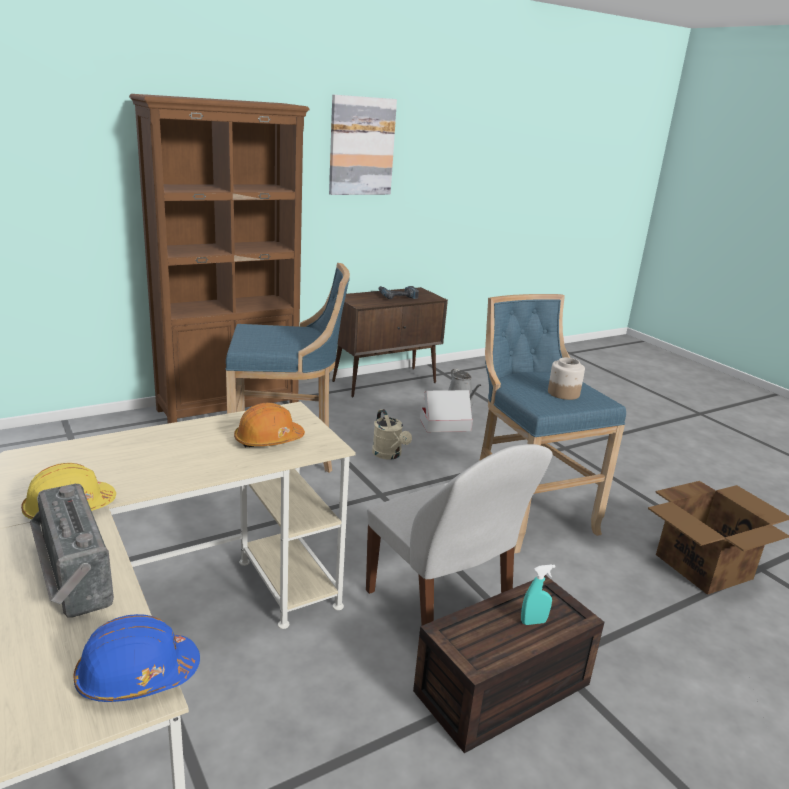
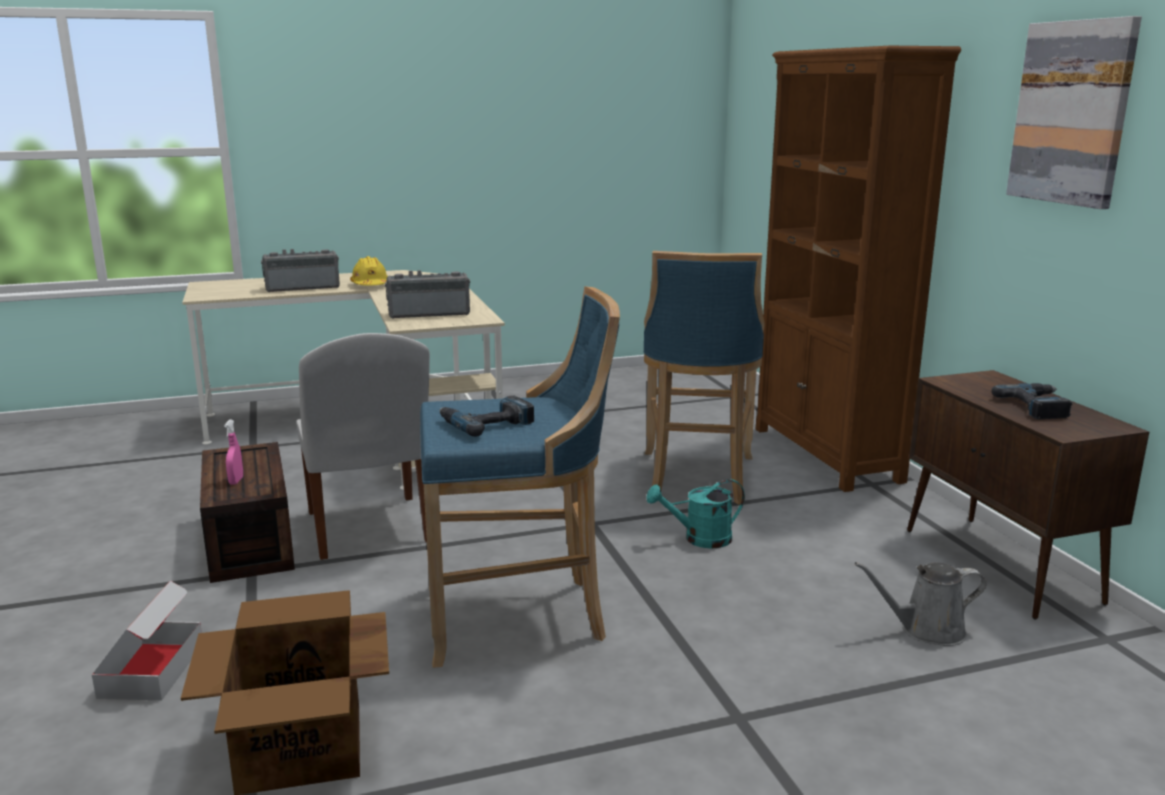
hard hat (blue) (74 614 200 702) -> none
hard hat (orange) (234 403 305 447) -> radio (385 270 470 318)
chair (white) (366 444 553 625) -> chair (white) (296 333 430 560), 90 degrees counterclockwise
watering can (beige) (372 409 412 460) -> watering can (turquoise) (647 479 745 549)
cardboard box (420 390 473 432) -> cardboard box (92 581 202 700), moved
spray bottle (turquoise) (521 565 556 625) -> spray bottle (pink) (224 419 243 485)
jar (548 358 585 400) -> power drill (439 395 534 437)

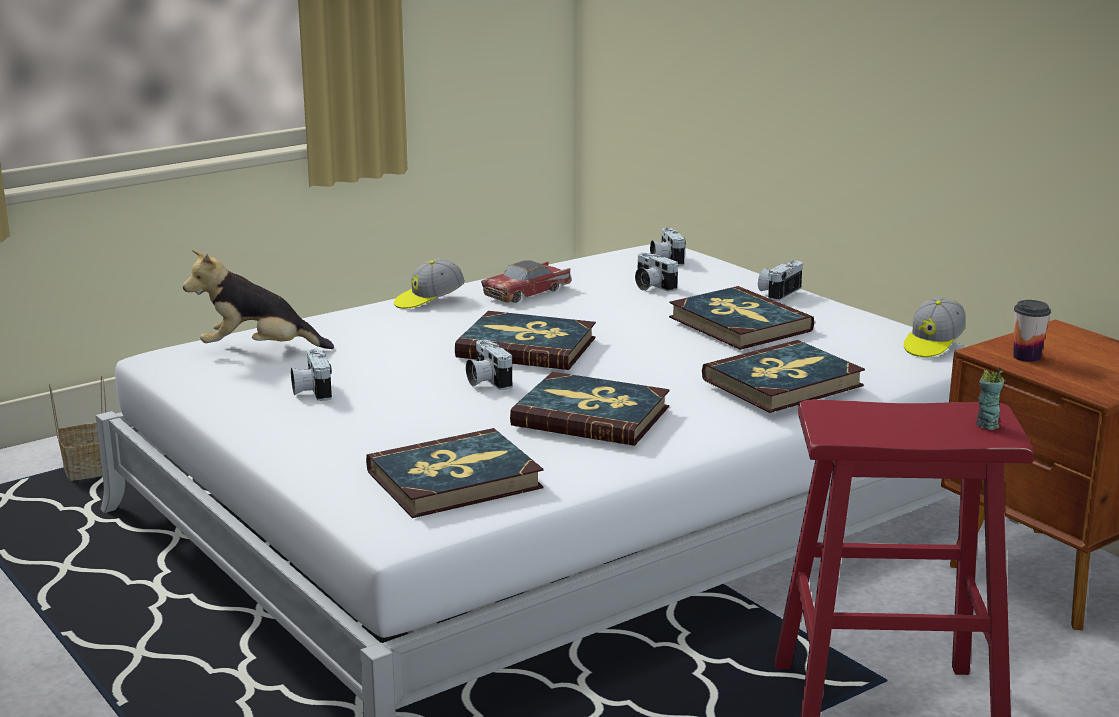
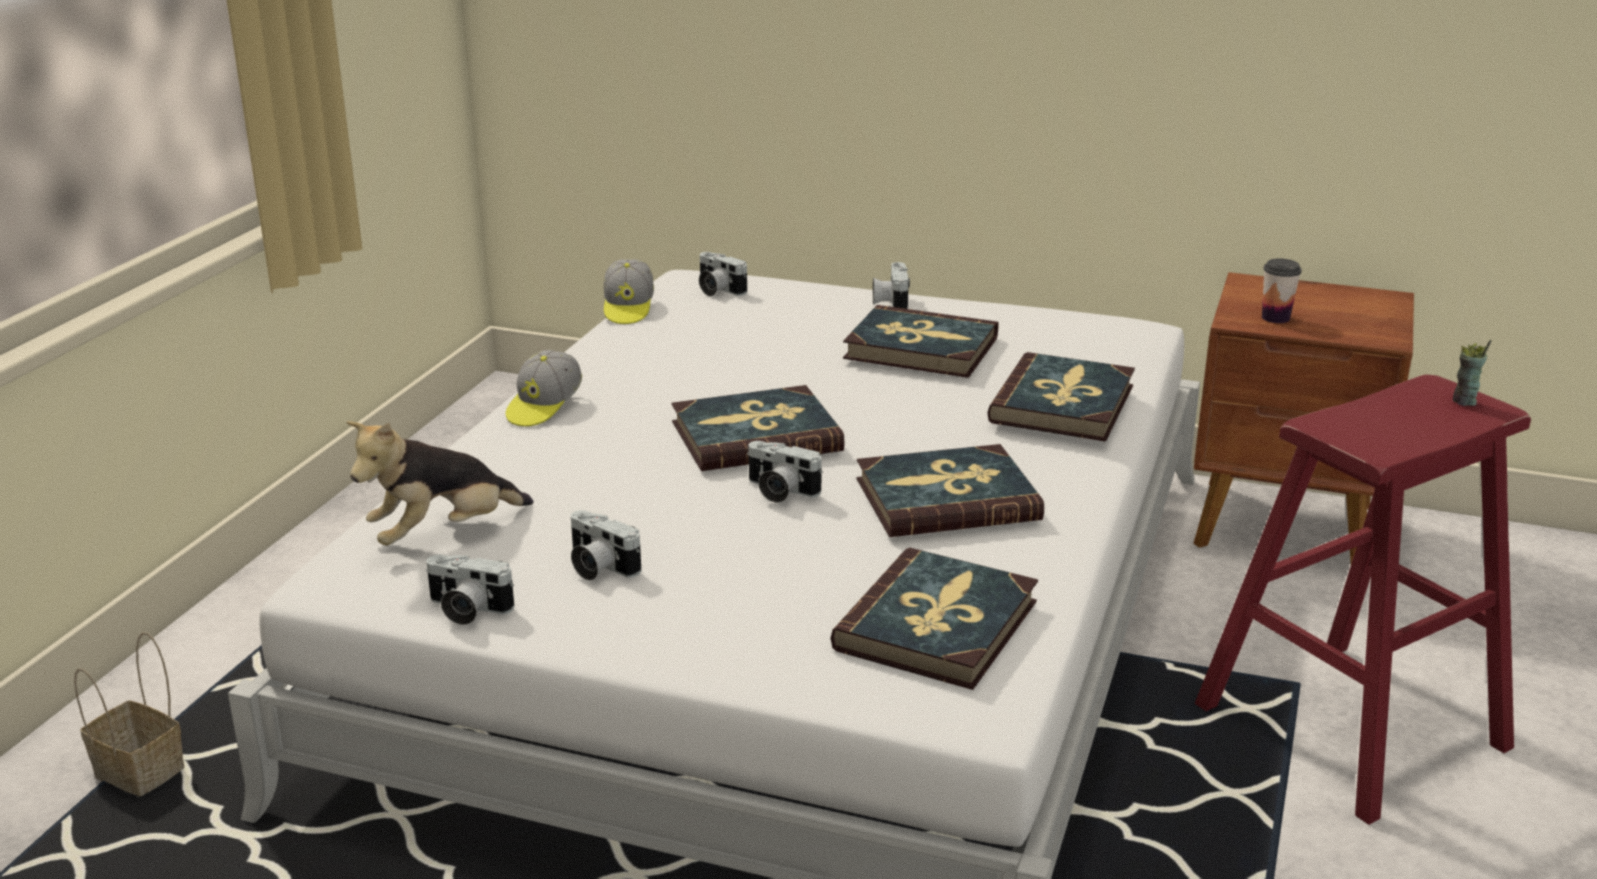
toy car (481 260 572 303) -> none
photo camera (635 253 678 292) -> photo camera (426 555 514 625), moved
cap (904 297 965 357) -> cap (604 259 654 324), moved

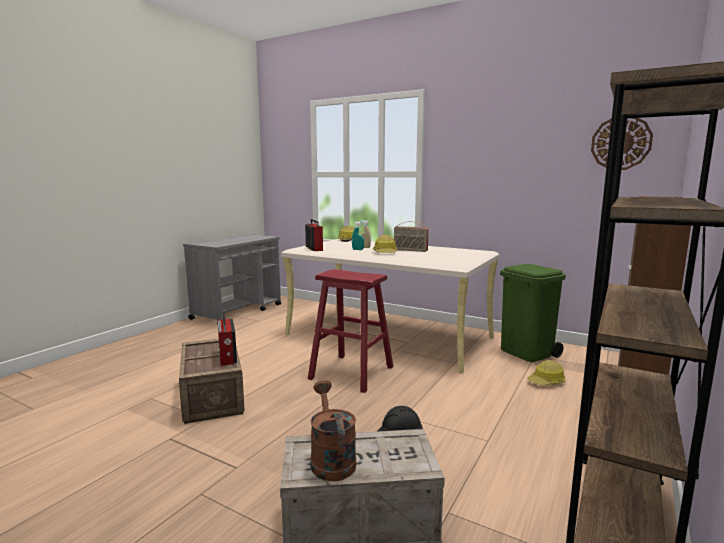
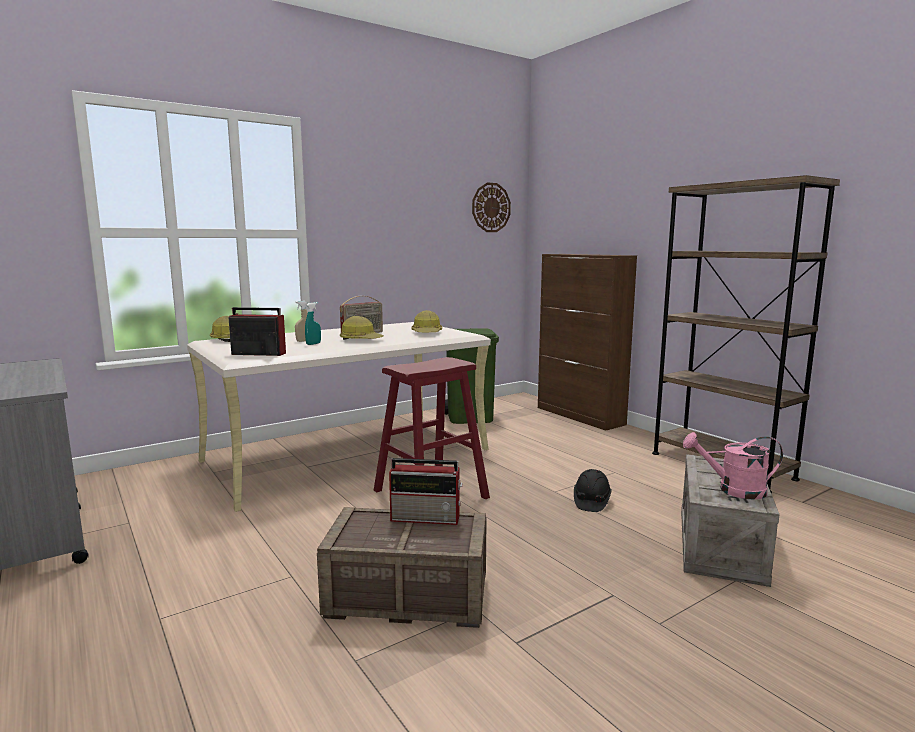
watering can (brown) (310 380 356 481) -> watering can (pink) (683 432 783 500)
hard hat (528 360 566 386) -> hard hat (411 310 442 332), moved

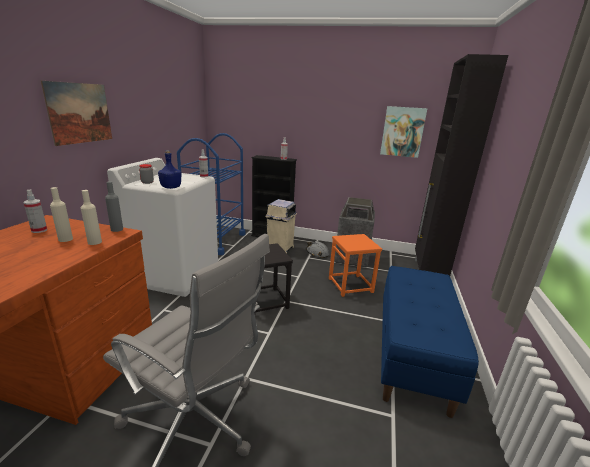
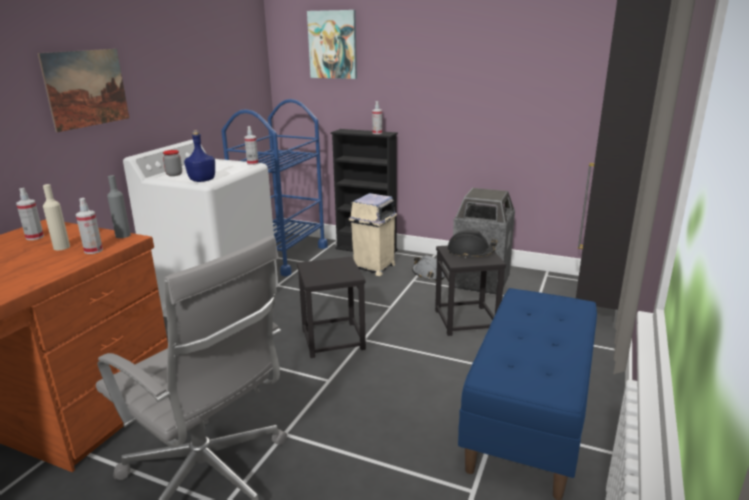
bottle (beige) (81 190 102 245) -> spray bottle (76 198 103 254)
stool (orange) (329 234 382 297) -> stool (black) (435 245 506 336)
picture (380 106 427 158) -> picture (307 10 357 79), moved
none -> hard hat (black) (447 230 497 258)

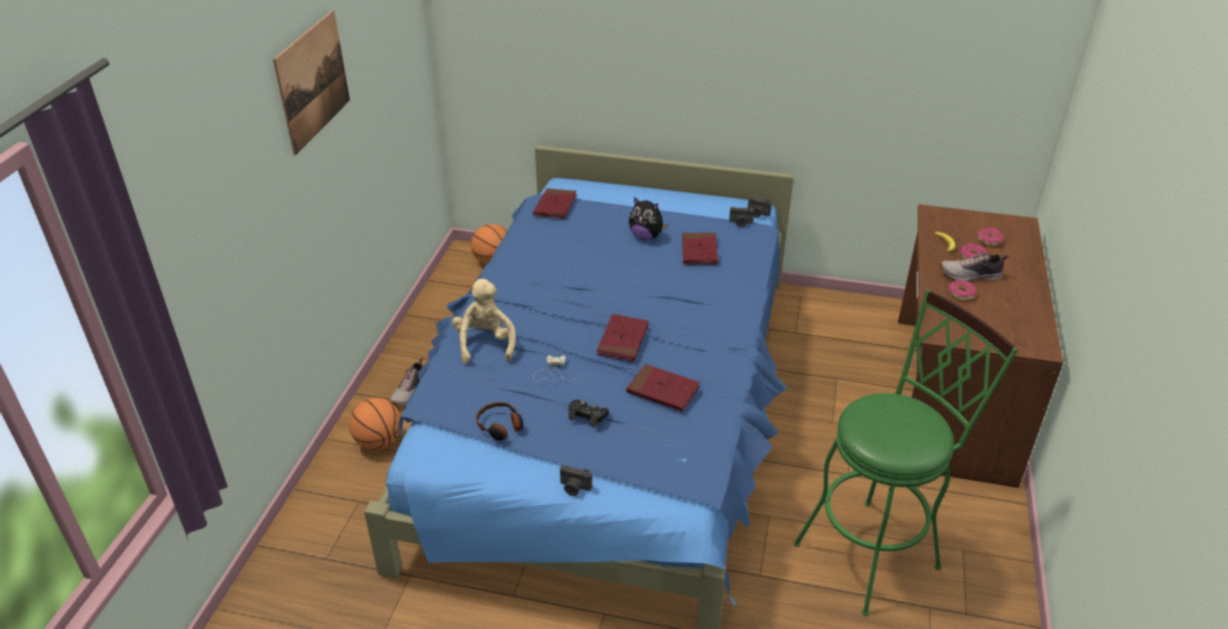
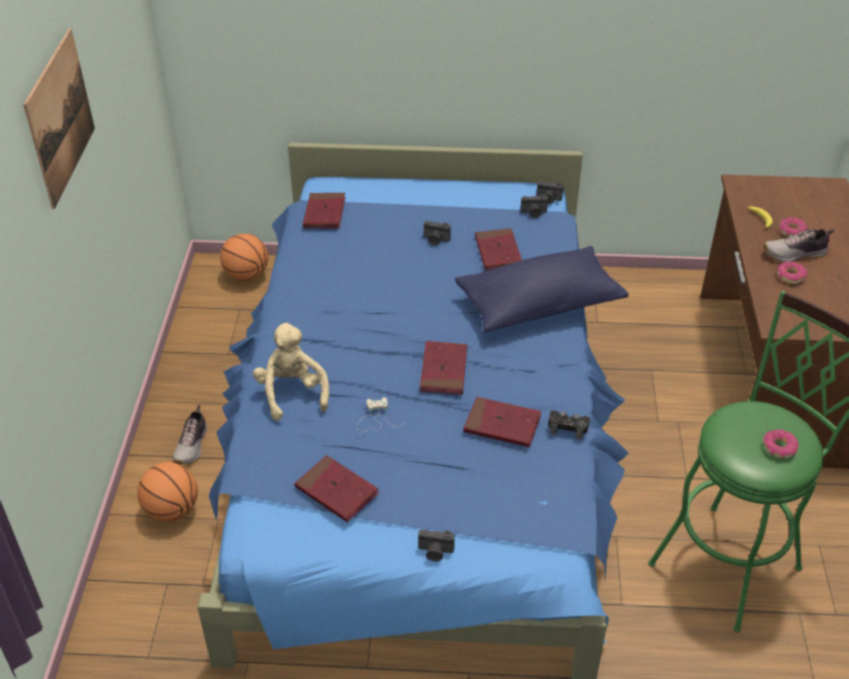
headphones (476 402 523 441) -> book (red) (294 455 379 522)
game controller (black) (569 399 609 428) -> game controller (black) (548 411 590 439), moved
plush toy (629 197 669 240) -> photo camera (424 221 451 245)
donut (978 228 1004 246) -> donut (763 429 799 458), moved
none -> pillow (blue) (455 246 628 333)

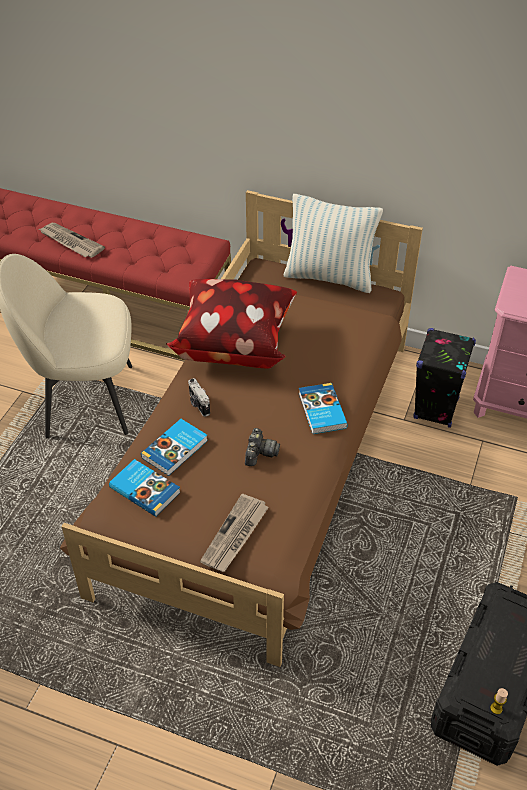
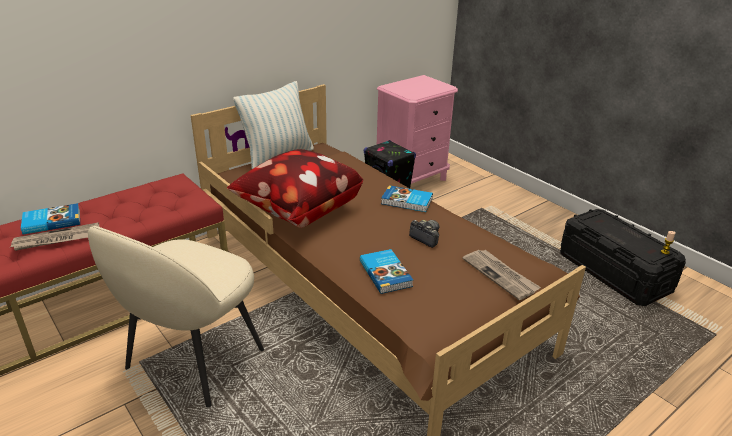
book (109 459 181 517) -> book (21 203 80 235), moved
photo camera (188 378 210 417) -> none

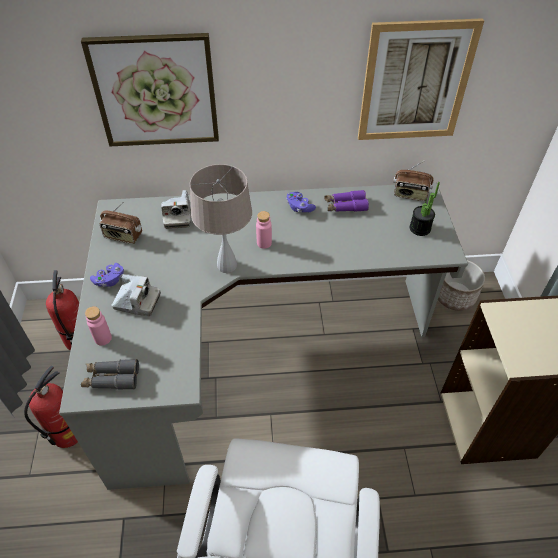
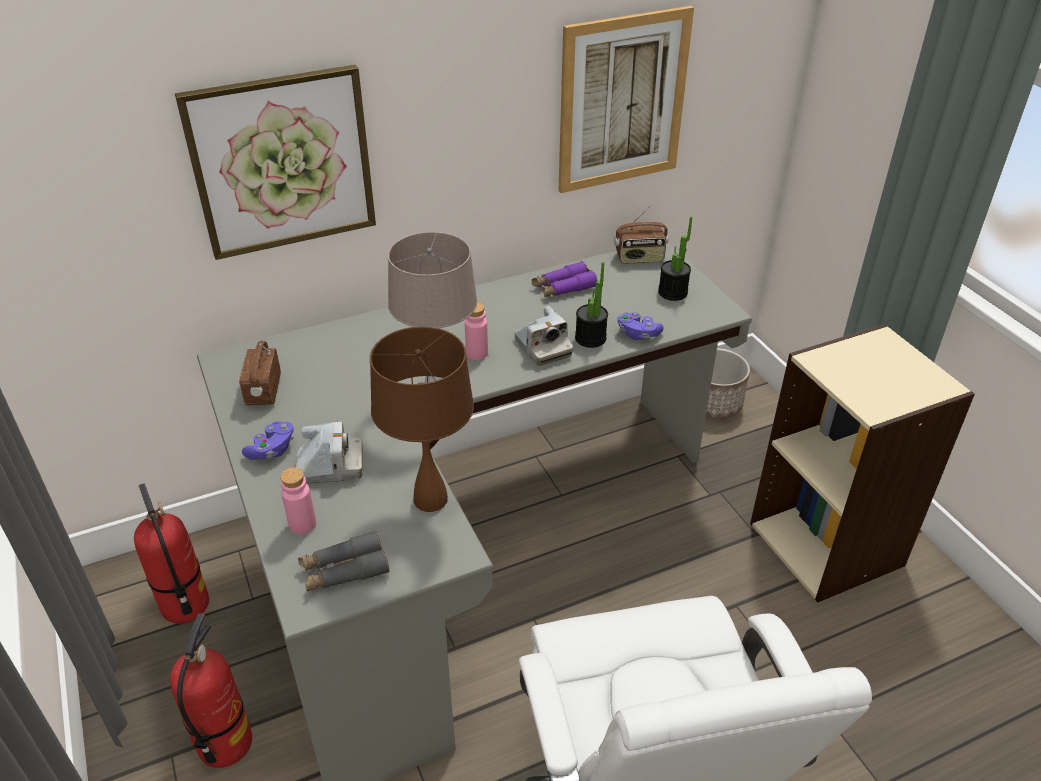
radio (99 202 142 244) -> radio (238 341 281 405), 90 degrees clockwise
photo camera (161 190 191 229) -> photo camera (514 306 573 366), moved
game controller (purple) (286 192 316 212) -> game controller (purple) (618 312 664 340), moved
none -> table lamp (brown) (370 326 474 512)
none -> potted plant (575 262 608 348)

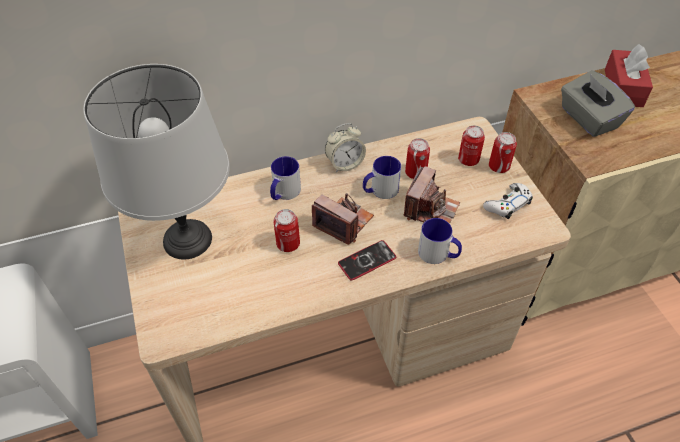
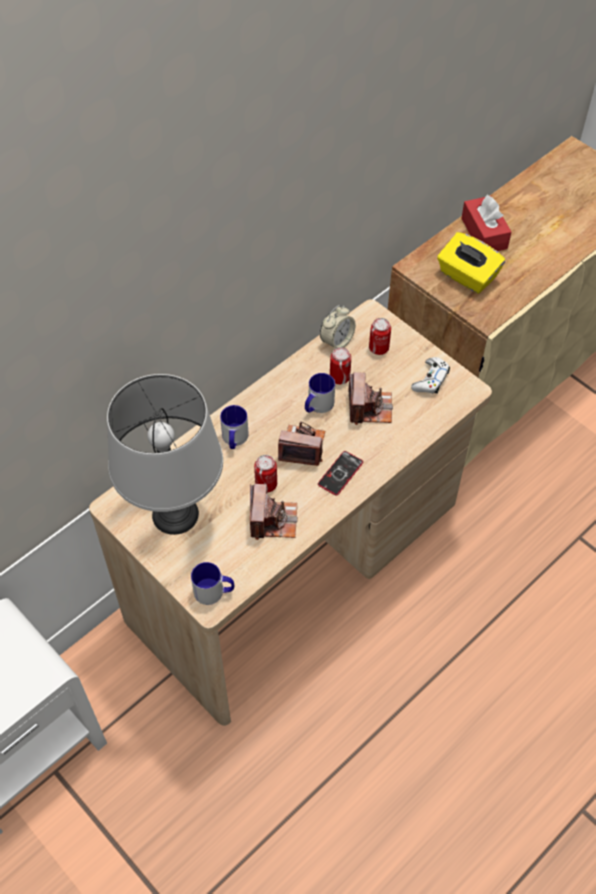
alarm clock (325 123 366 172) -> alarm clock (320 305 356 350), moved
mug (418 218 462 264) -> mug (191 562 234 605), moved
can (489 132 517 173) -> none
tissue box (grey) (561 70 635 137) -> tissue box (yellow) (437 232 505 293)
none -> photo camera (250 484 298 540)

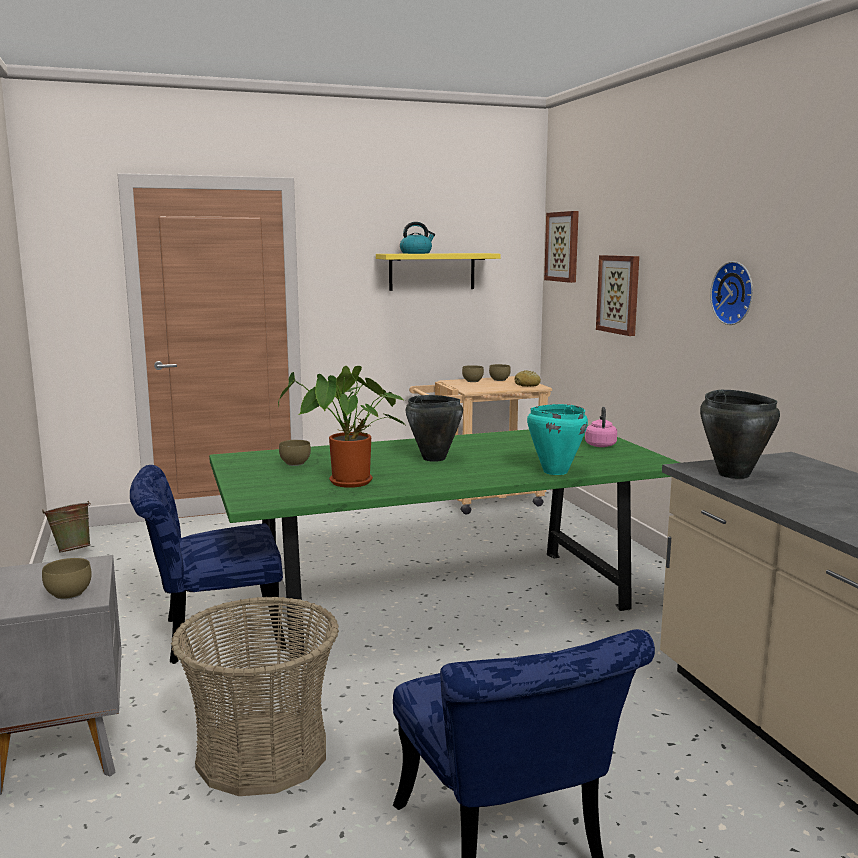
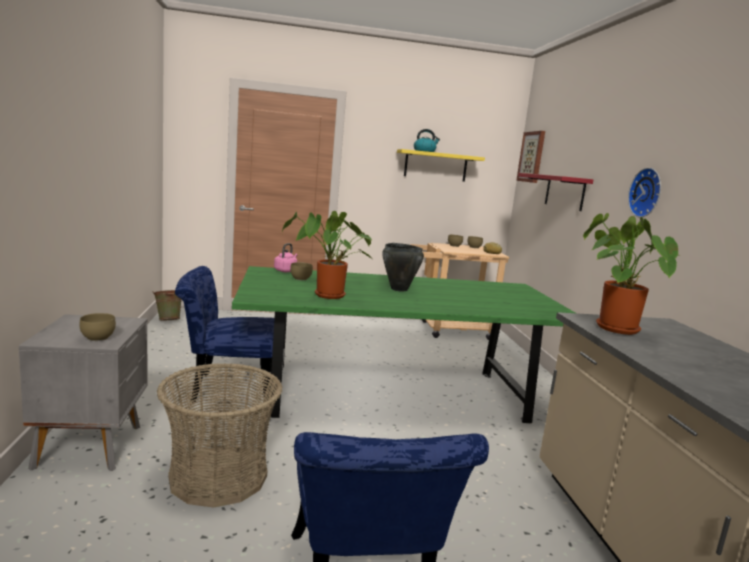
cooking pot (turquoise) (527 404 588 475) -> none
kettle (pink) (585 407 617 447) -> kettle (pink) (274 243 297 272), moved
picture (596 255 639 336) -> shelf (red) (519 173 594 211)
cooking pot (black) (700 389 780 479) -> potted plant (583 213 680 335)

